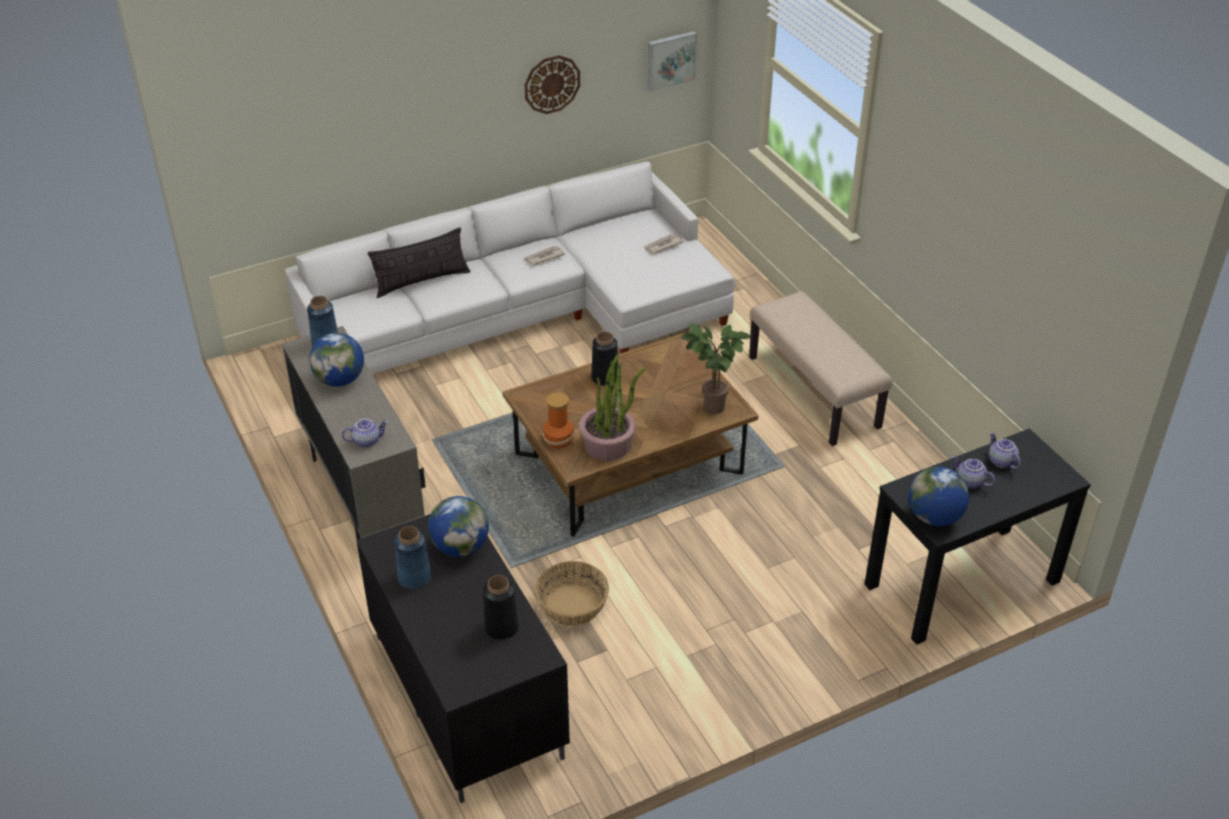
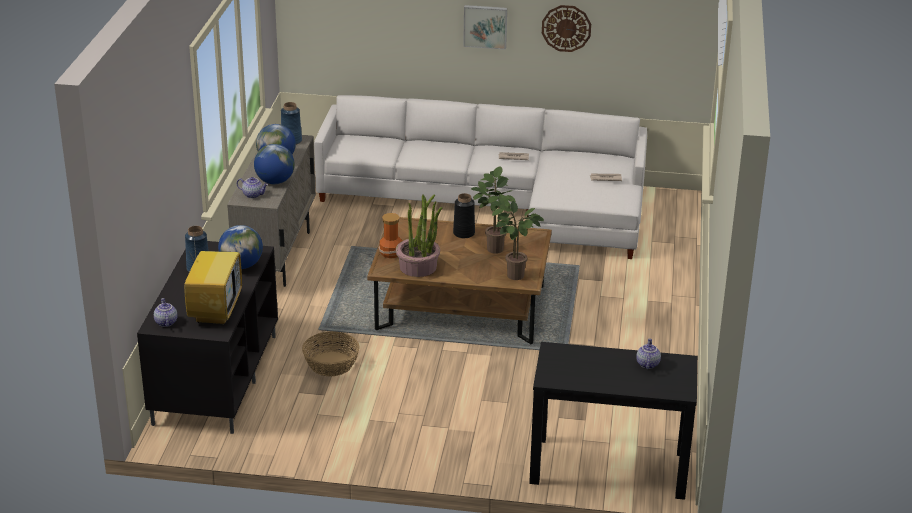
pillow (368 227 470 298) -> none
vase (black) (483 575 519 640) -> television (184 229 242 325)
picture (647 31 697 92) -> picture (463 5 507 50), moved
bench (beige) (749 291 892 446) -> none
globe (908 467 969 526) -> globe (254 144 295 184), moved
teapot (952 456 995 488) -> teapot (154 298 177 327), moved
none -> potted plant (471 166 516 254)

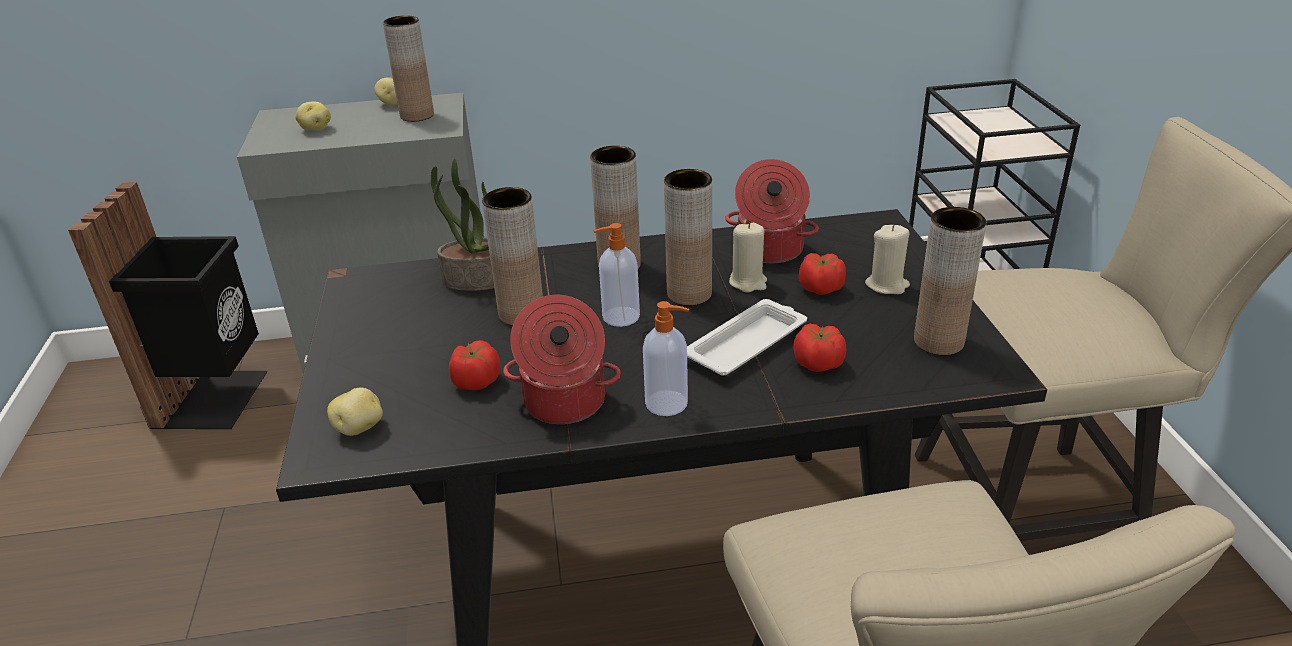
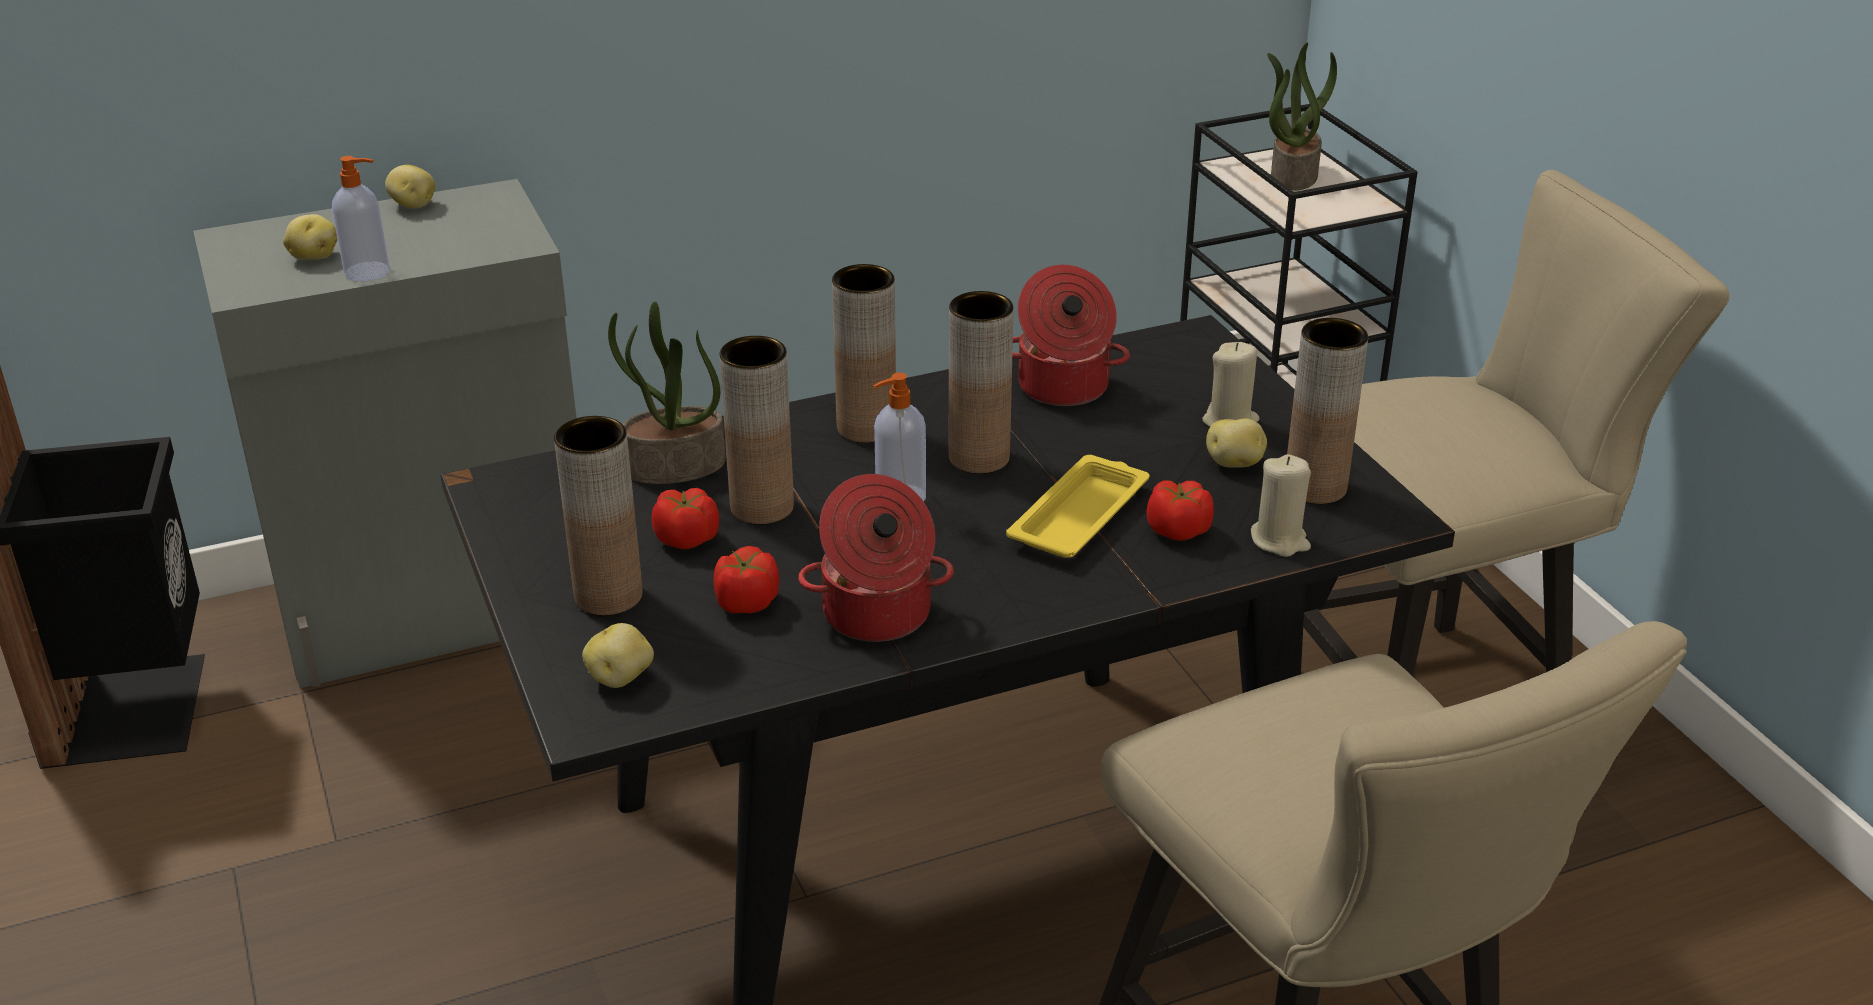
vase (brown) (383 15 434 122) -> vase (brown) (554 416 643 616), moved
soap dispenser (643 301 689 416) -> soap dispenser (332 156 390 281), moved
tray (white) (687 299 807 375) -> tray (yellow) (1006 455 1150 558)
candle (beige) (729 222 767 293) -> candle (beige) (1251 454 1311 557), moved
tomato (799 253 846 295) -> tomato (651 488 719 549), moved
none -> potato (1206 418 1267 468)
none -> potted plant (1267 42 1337 190)

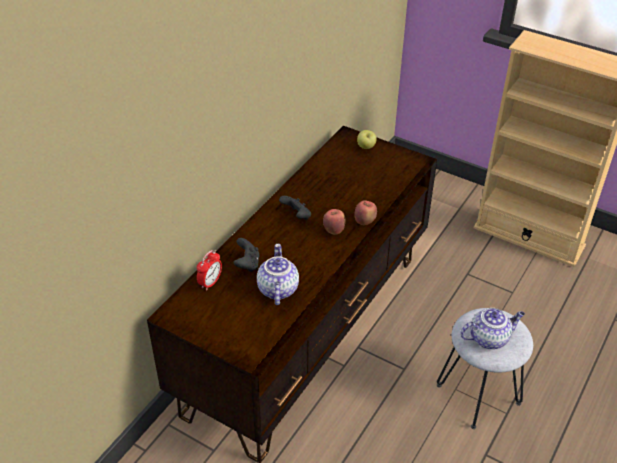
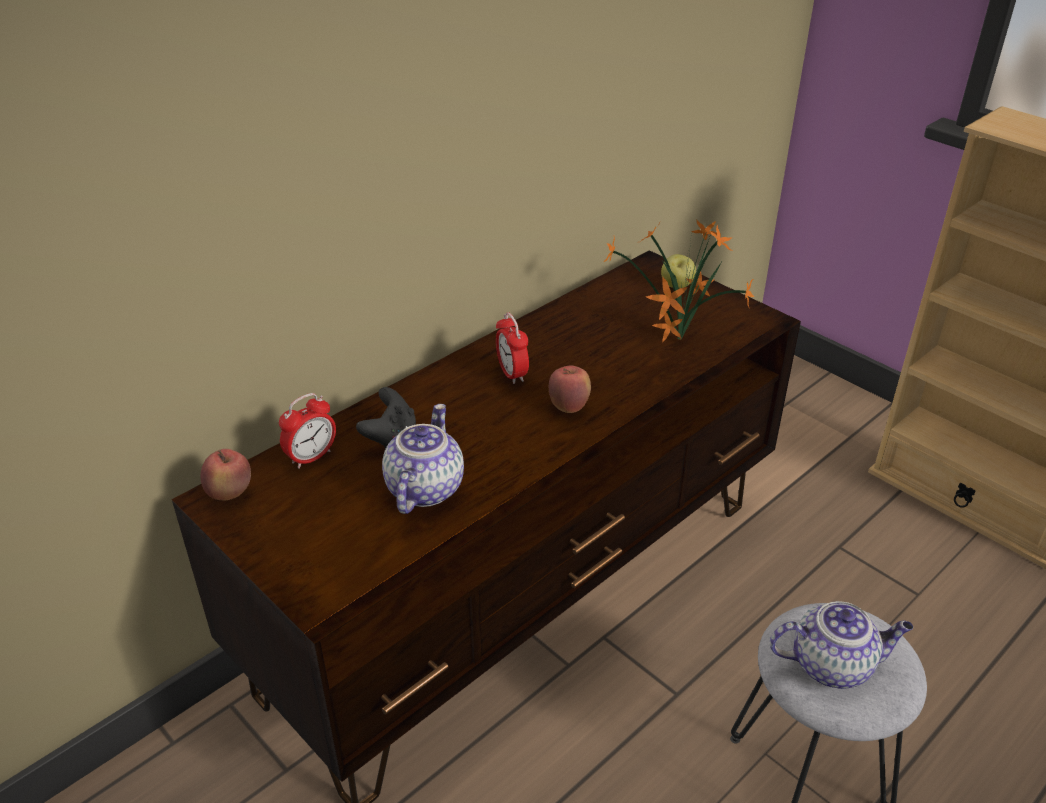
game controller (black) (279 196 311 220) -> alarm clock (496 312 529 384)
apple (354 200 377 225) -> apple (200 449 251 500), moved
none -> potted plant (604 219 754 343)

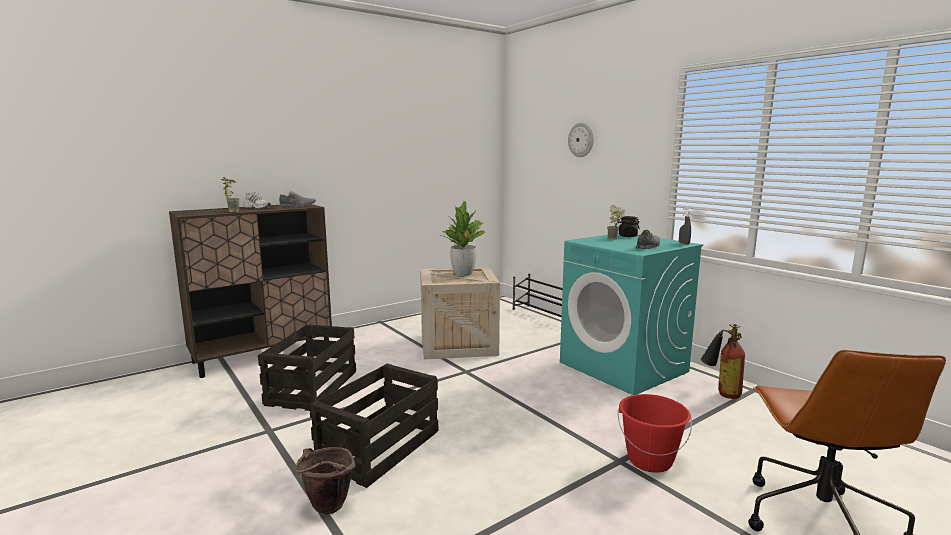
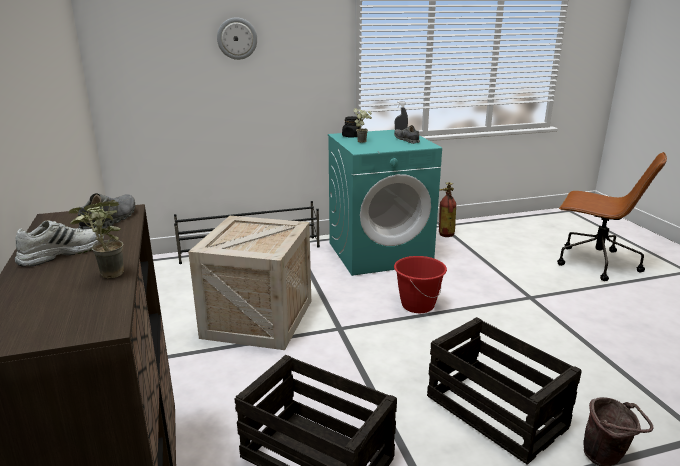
potted plant (442 201 485 276) -> none
bucket (red) (618 394 692 473) -> bucket (red) (394 256 447 313), moved

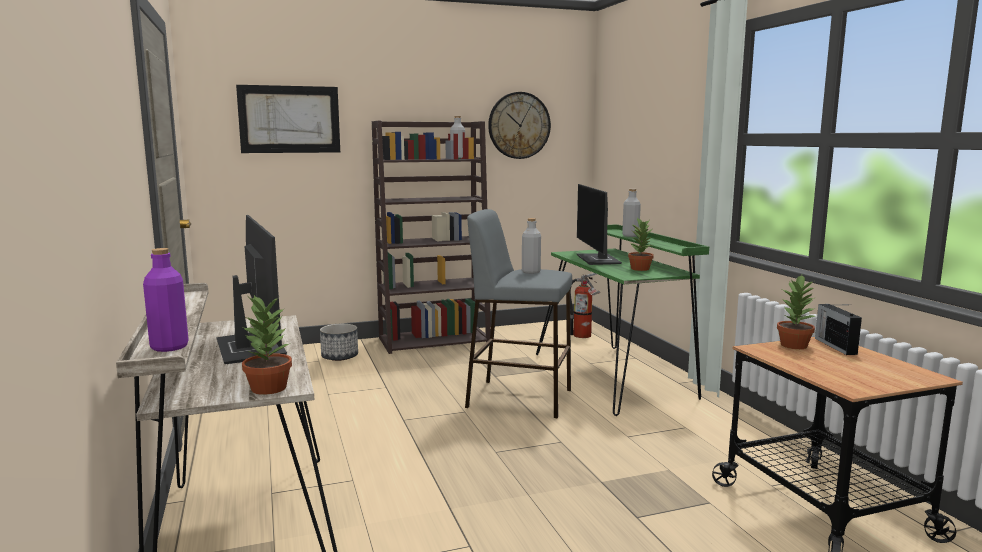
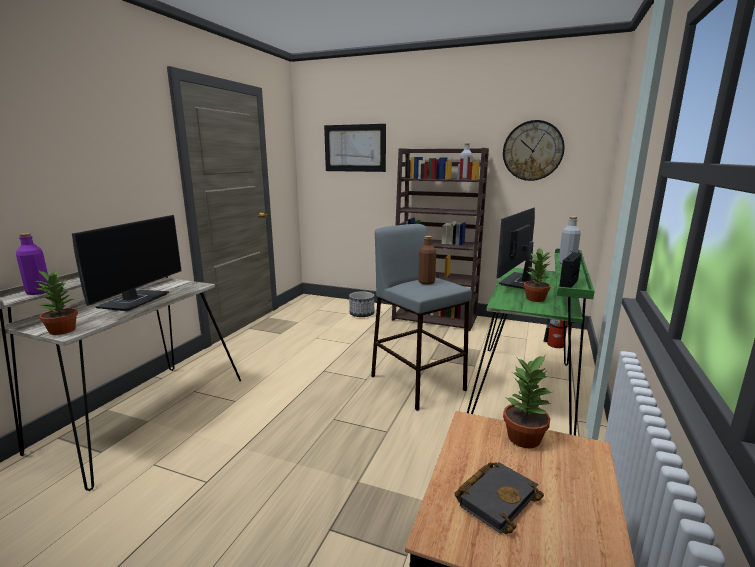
bottle (grey) (522 218 541 274) -> bottle (brown) (418 236 436 285)
radio (815 304 862 355) -> radio (559 251 582 288), moved
none -> book (black) (454 462 544 534)

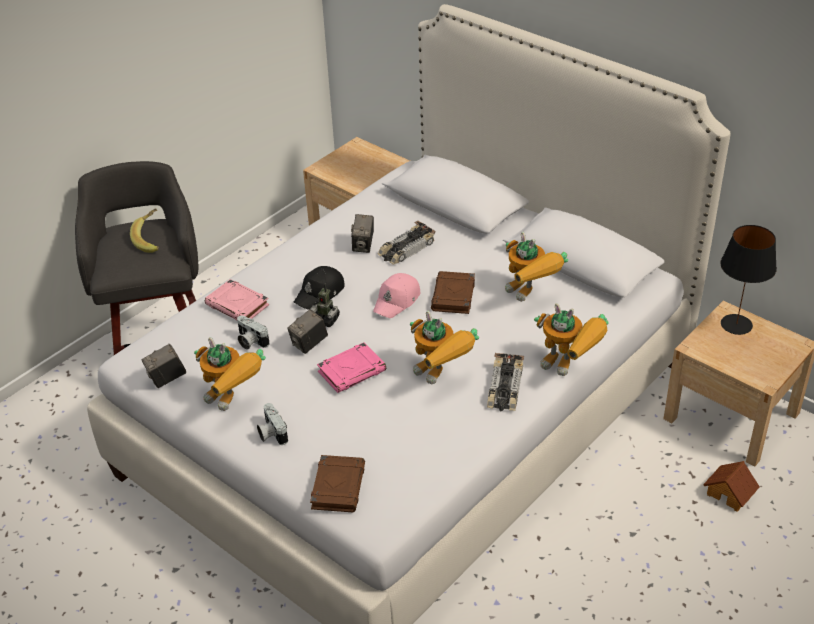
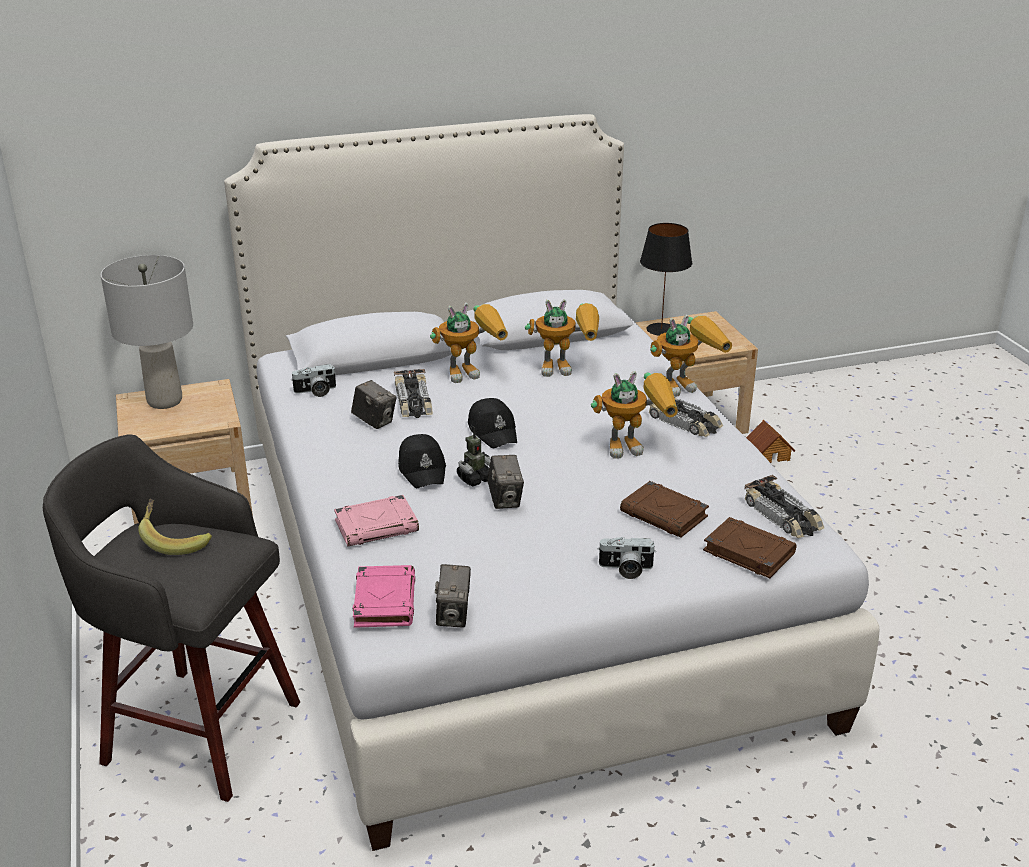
toy robot (194 337 266 411) -> toy robot (430 303 508 383), moved
photo camera (237 315 270 350) -> photo camera (292 364 336 397), moved
book (pink) (317 342 386 393) -> book (pink) (353 565 415 628), moved
cap (pink) (373 273 420 318) -> cap (black) (468 398 517 448)
book (brown) (431 271 475 314) -> book (brown) (620 481 709 538), moved
none -> table lamp (grey) (101 255 193 409)
none -> toy car (745 474 824 538)

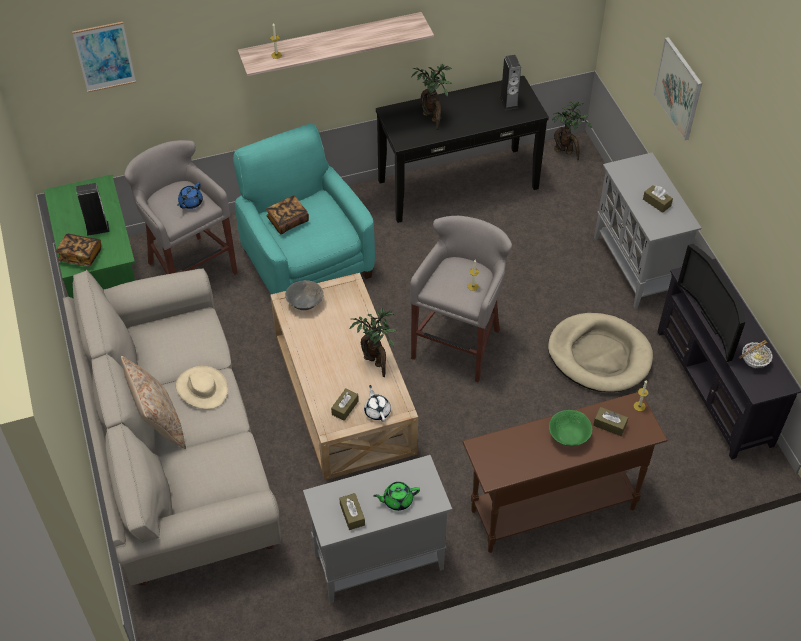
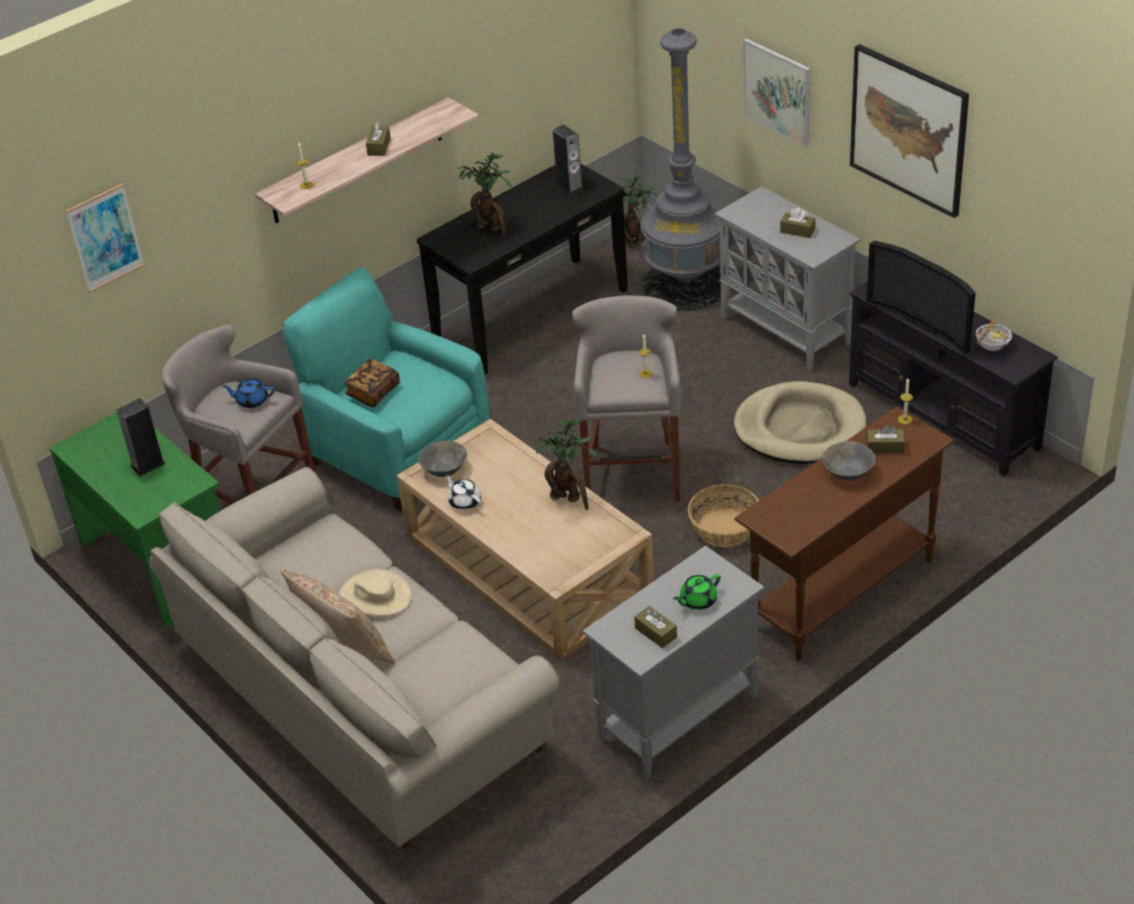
book (56 234 101 267) -> none
teapot (blue) (177 183 203 209) -> teapot (blue) (222 378 274 408), 90 degrees clockwise
tissue box (brown) (331 389 359 421) -> tissue box (brown) (366 121 391 156), moved
teapot (white) (364 385 391 422) -> teapot (white) (444 474 481 510), moved
bowl (green) (549 410 592 446) -> bowl (grey) (822 441 876 481)
none -> floor lamp (grey) (641 28 721 311)
none -> basket (688 484 759 547)
none -> picture (850 44 969 218)

